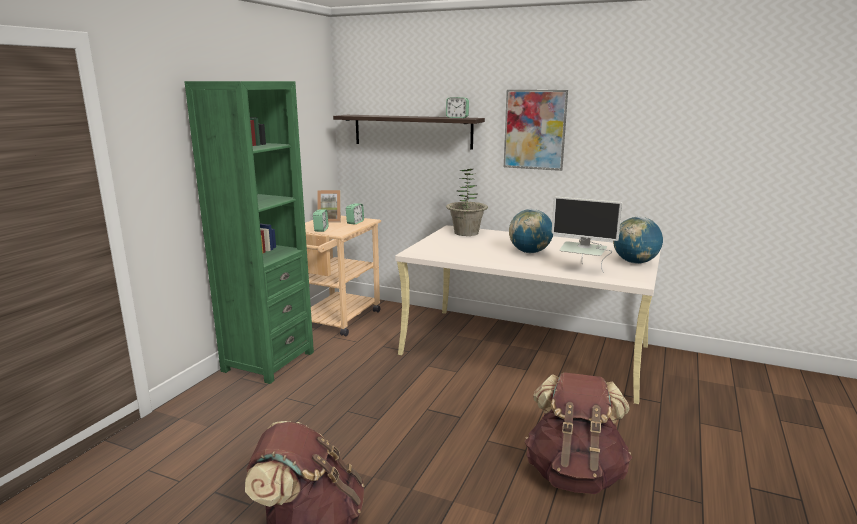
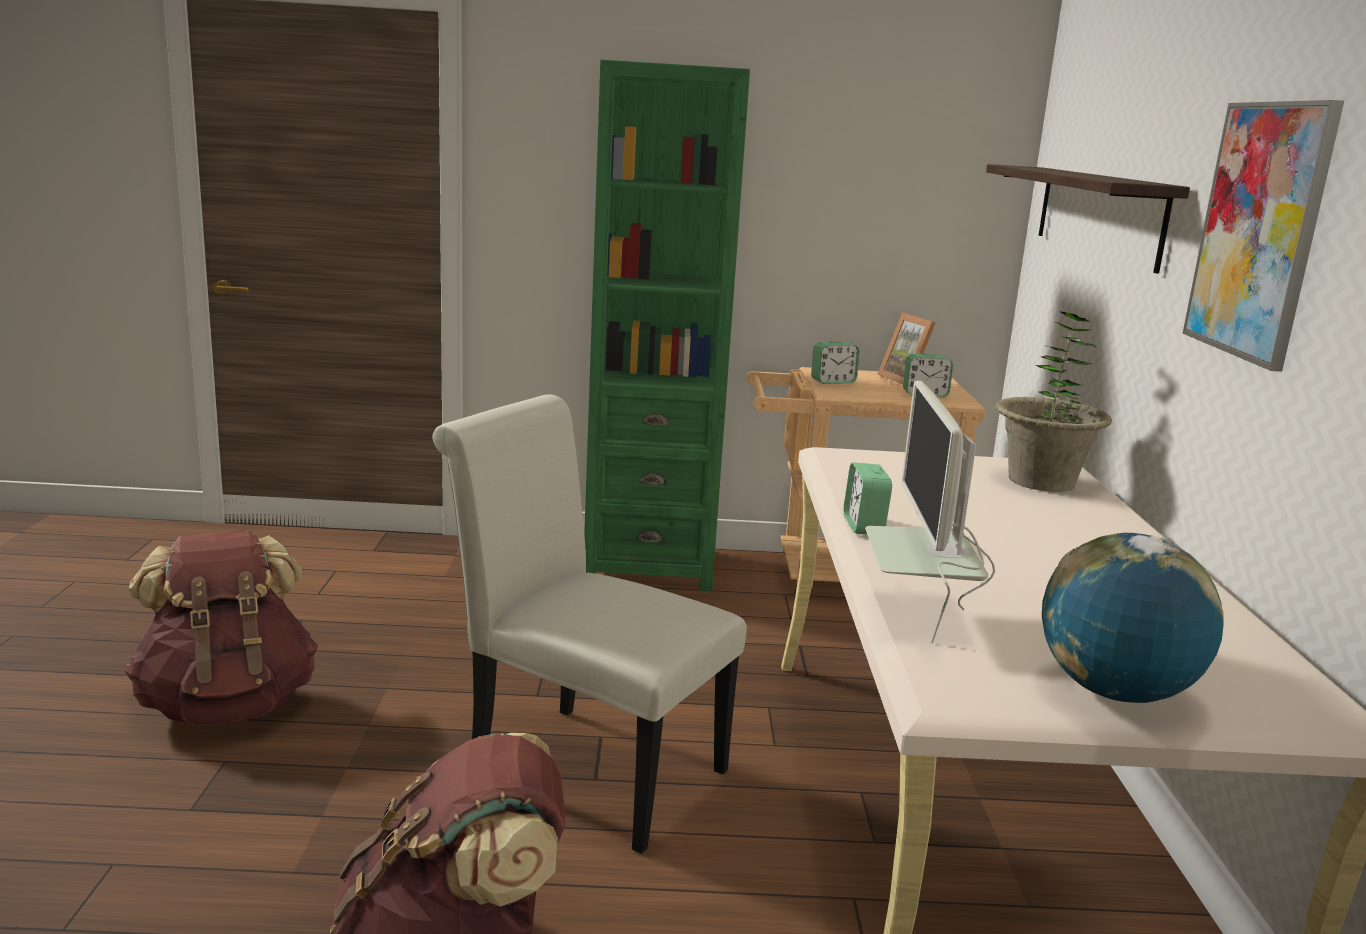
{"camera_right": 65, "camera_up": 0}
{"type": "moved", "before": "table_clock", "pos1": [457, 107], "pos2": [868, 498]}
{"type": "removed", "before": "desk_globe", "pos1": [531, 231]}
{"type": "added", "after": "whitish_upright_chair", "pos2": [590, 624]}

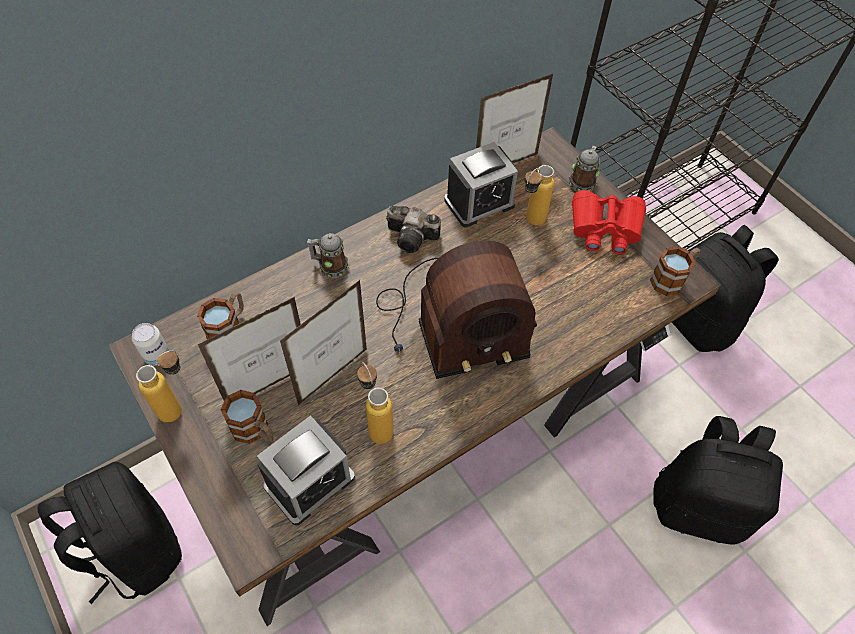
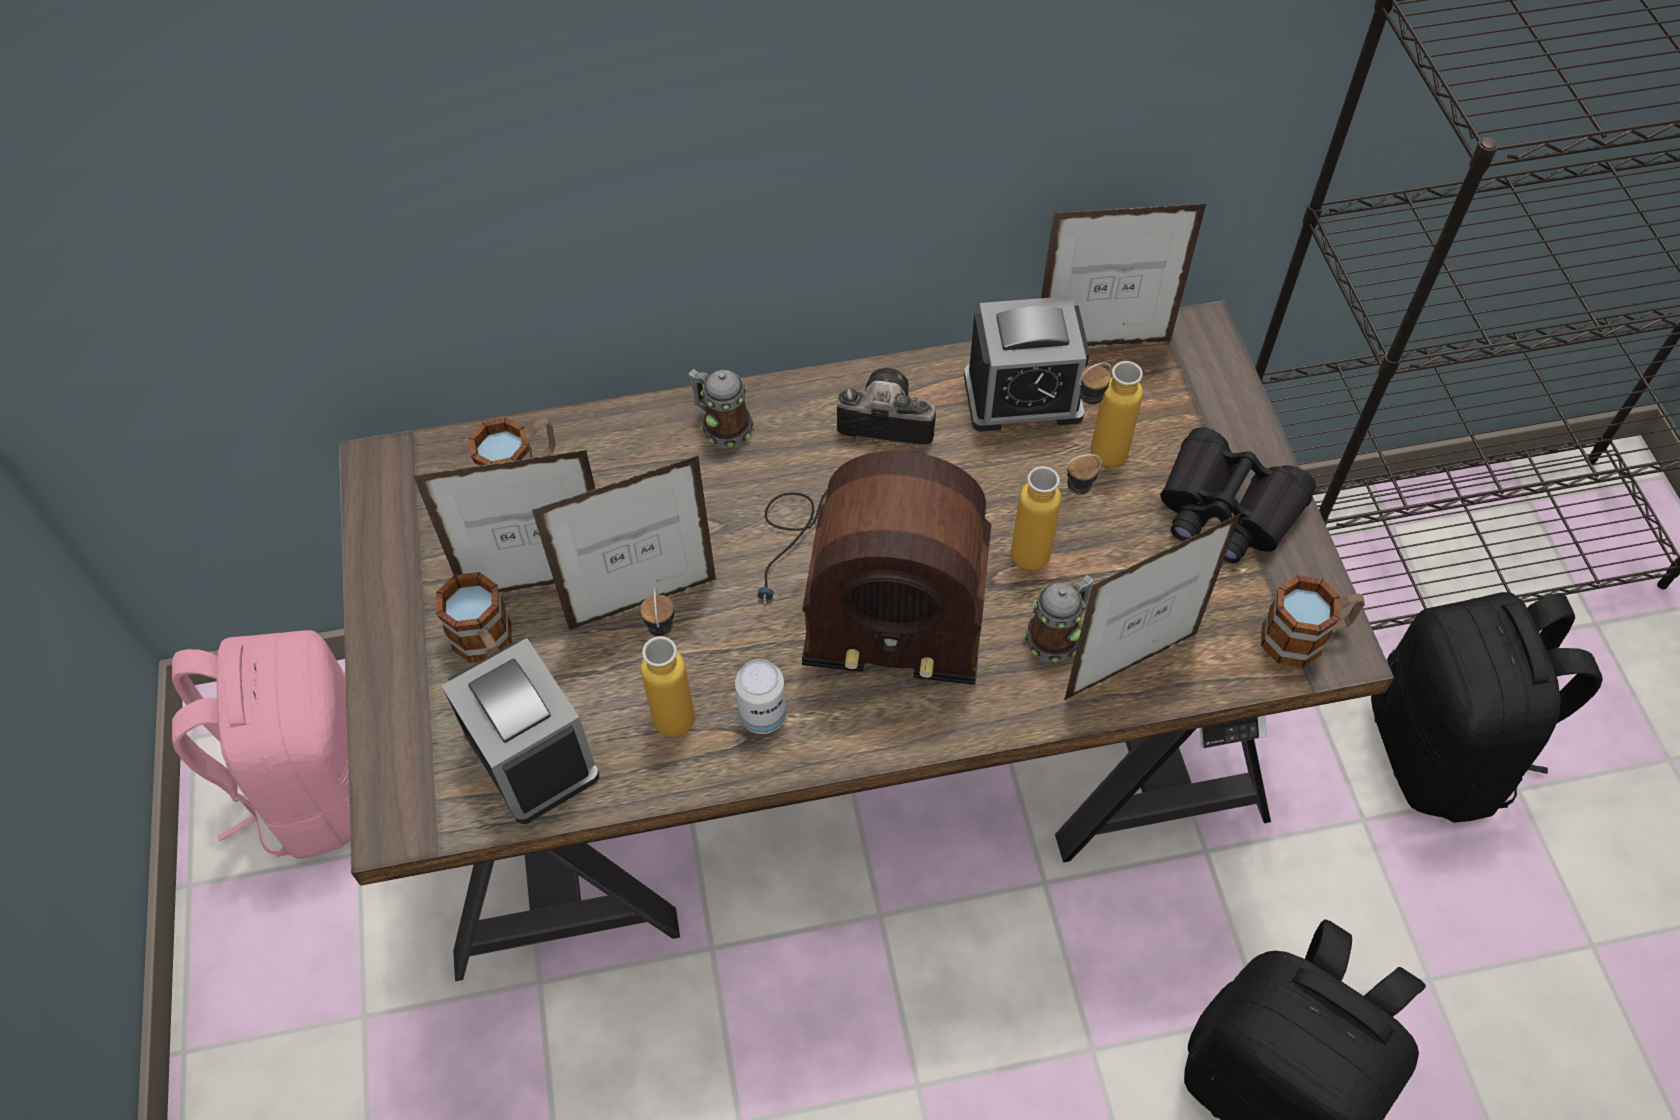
{"camera_right": 25, "camera_up": 0}
{"type": "moved", "before": "mug", "pos1": [584, 169], "pos2": [1058, 619]}
{"type": "recoloured", "before": "reddish_binoculars", "after": "black-coloured_binoculars", "pos1": [609, 222], "pos2": [1238, 495]}
{"type": "turned", "before": "still_camera", "pos1": [413, 229], "pos2": [886, 407], "turn": 150}
{"type": "moved", "before": "metal_can", "pos1": [150, 344], "pos2": [761, 696]}
{"type": "moved", "before": "drink_bottle", "pos1": [159, 387], "pos2": [1056, 512]}
{"type": "turned", "before": "table_clock", "pos1": [306, 470], "pos2": [520, 731], "turn": -105}
{"type": "recoloured", "before": "black-coloured_knapsack", "after": "pinkish_knapsack", "pos1": [109, 533], "pos2": [261, 744]}
{"type": "added", "after": "photo_frame", "pos2": [1153, 606]}

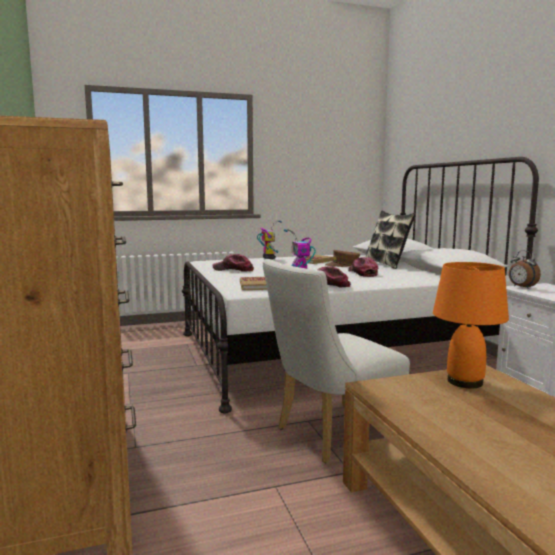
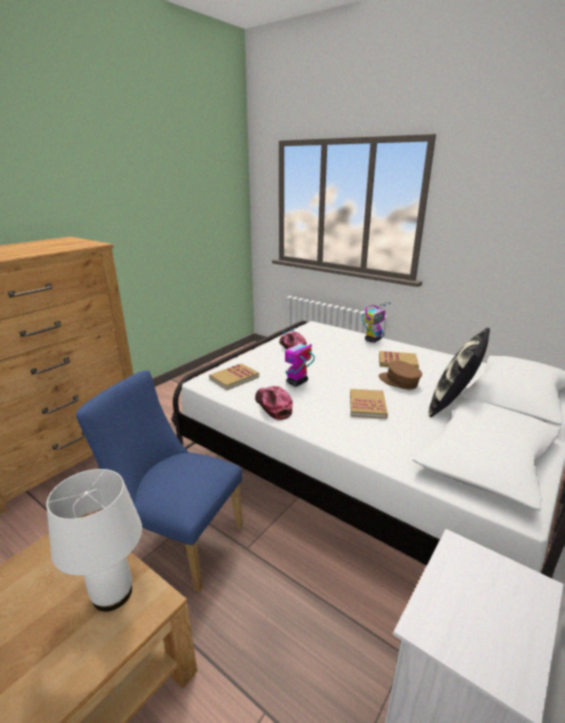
{"camera_right": 55, "camera_up": 15}
{"type": "removed", "before": "table_clock", "pos1": [525, 269]}
{"type": "replaced", "before": "peaked_cap", "after": "bound_book", "pos1": [363, 267], "pos2": [369, 404]}
{"type": "recoloured", "before": "whitish_upright_chair", "after": "blue_upright_chair", "pos1": [336, 361], "pos2": [159, 481]}
{"type": "recoloured", "before": "orange-coloured_lamp_for_a_table", "after": "whitish_lamp_for_a_table", "pos1": [471, 325], "pos2": [94, 540]}

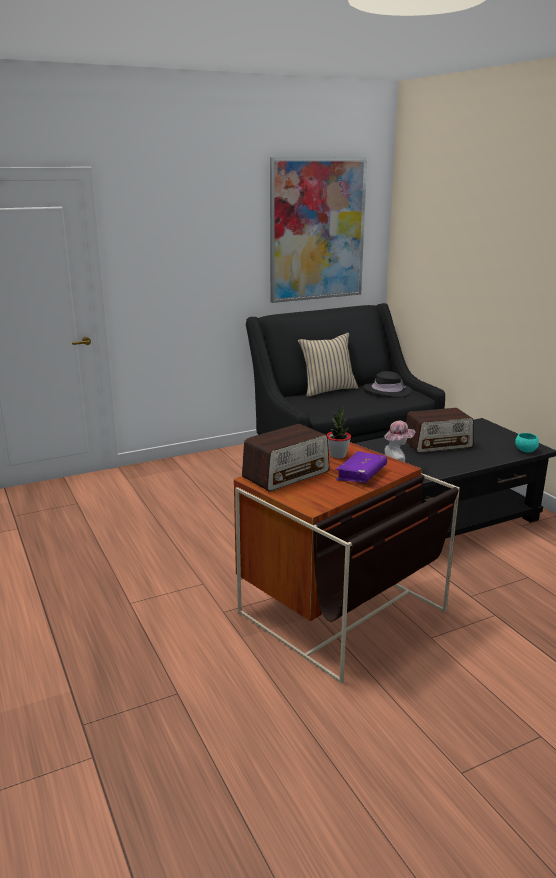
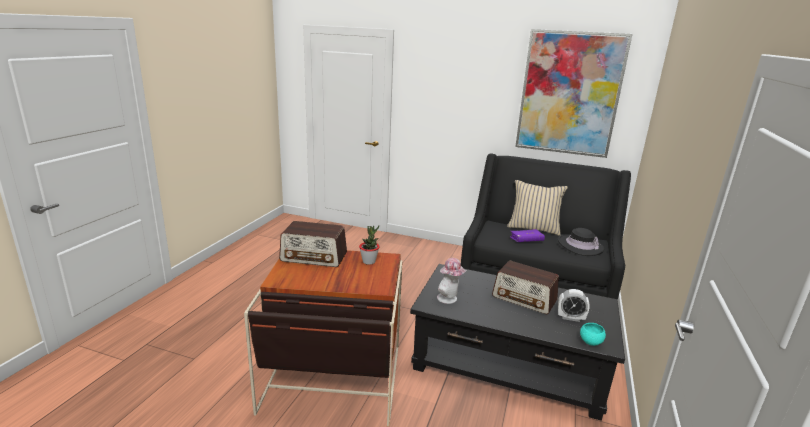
{"camera_right": 45, "camera_up": 0}
{"type": "moved", "before": "purplish_bound_book", "pos1": [361, 467], "pos2": [527, 235]}
{"type": "added", "after": "table_clock", "pos2": [574, 305]}

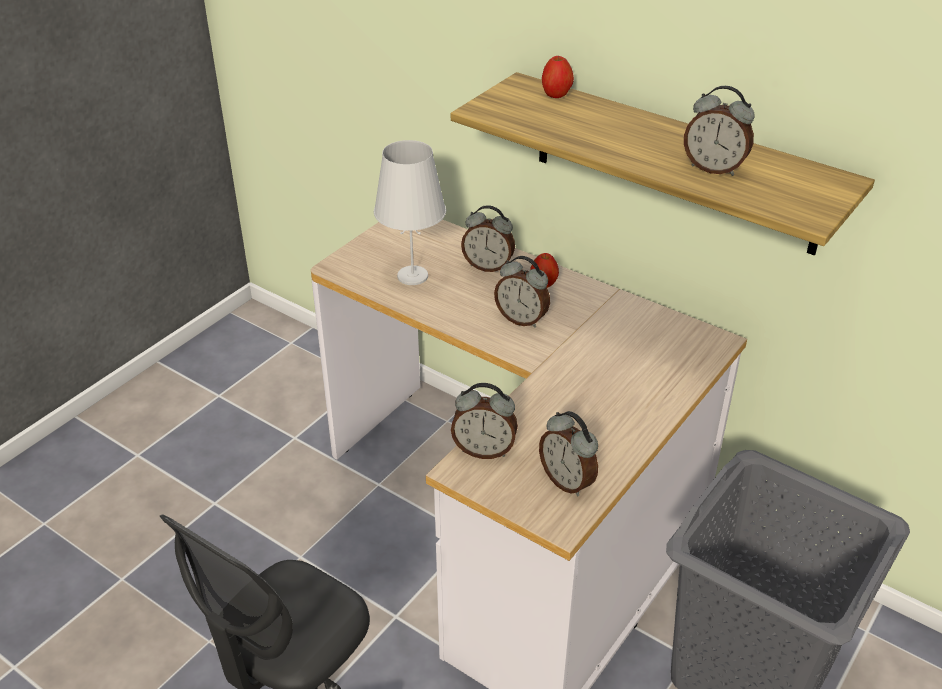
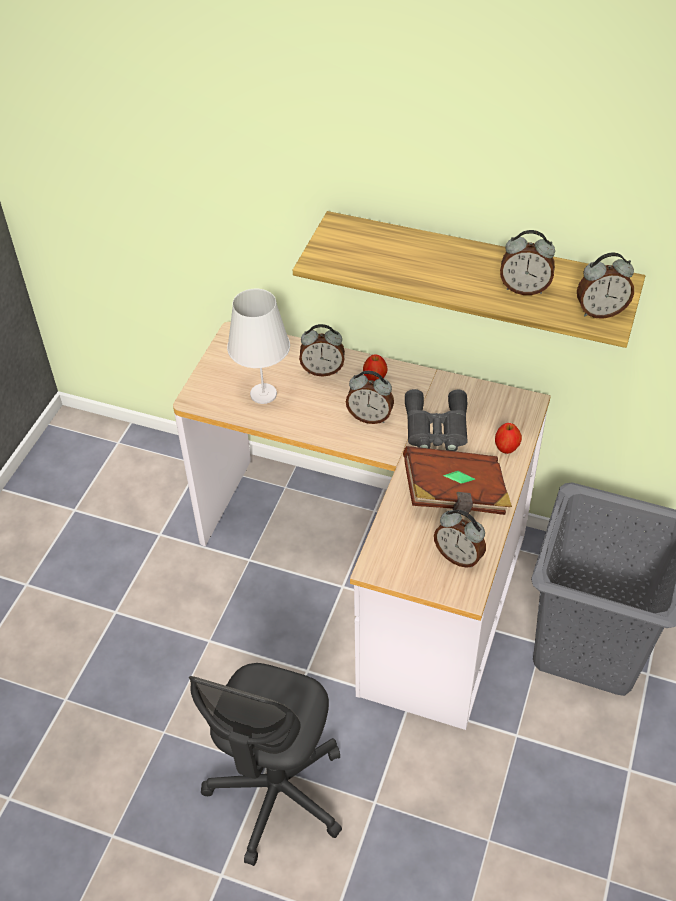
{"camera_right": -15, "camera_up": 10}
{"type": "moved", "before": "apple_fruit", "pos1": [558, 76], "pos2": [508, 438]}
{"type": "moved", "before": "table_clock", "pos1": [484, 421], "pos2": [605, 286]}
{"type": "added", "after": "greyish_binoculars", "pos2": [436, 420]}
{"type": "added", "after": "brown_bound_book", "pos2": [457, 480]}

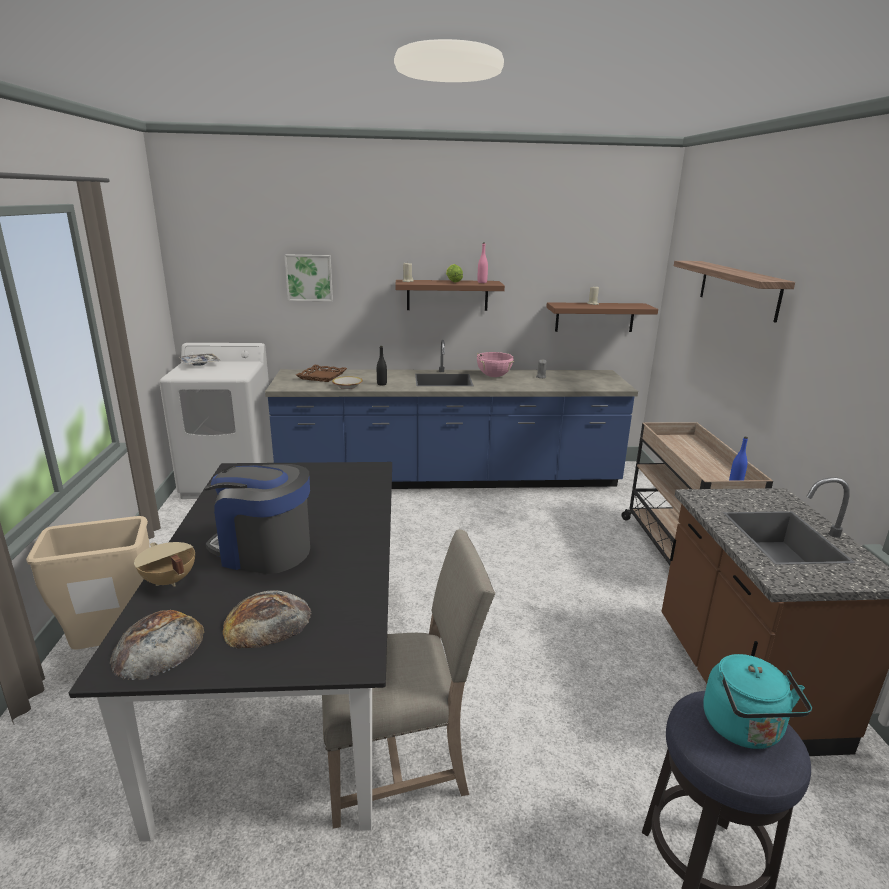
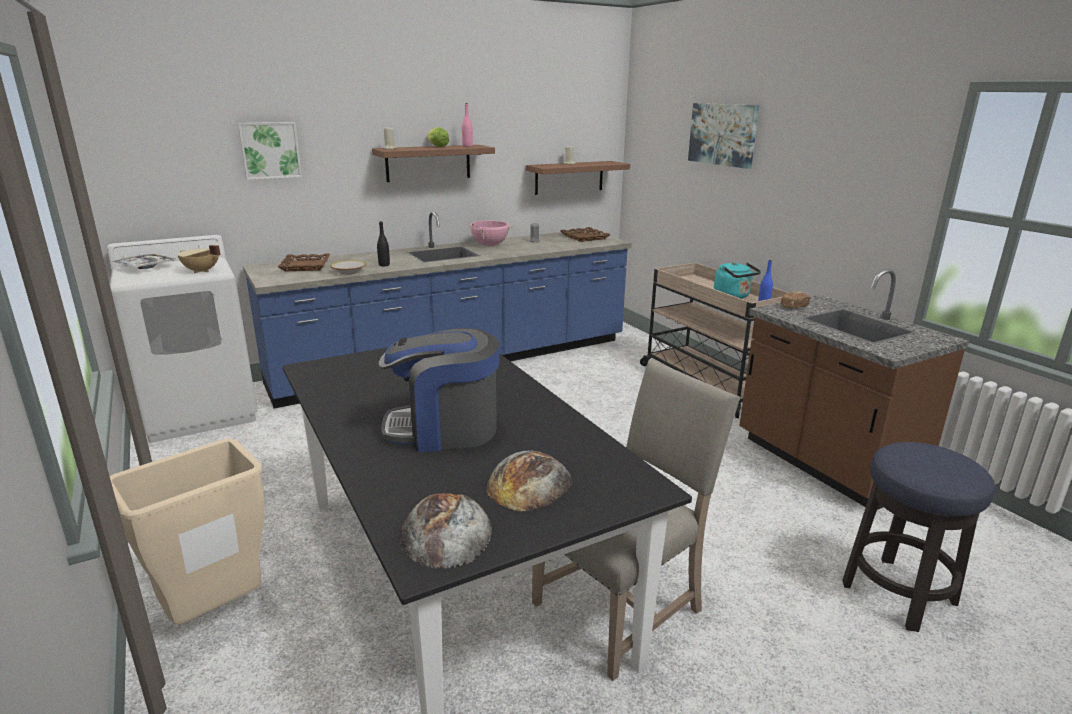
{"camera_right": -25, "camera_up": 0}
{"type": "replaced", "before": "shelf", "after": "picture", "pos1": [734, 292], "pos2": [723, 136]}
{"type": "moved", "before": "sand-coloured_cooking_pot", "pos1": [164, 564], "pos2": [199, 259]}
{"type": "moved", "before": "turquoise_kettle", "pos1": [757, 701], "pos2": [737, 280]}
{"type": "added", "after": "brown_tray", "pos2": [585, 234]}
{"type": "added", "after": "bread", "pos2": [795, 299]}

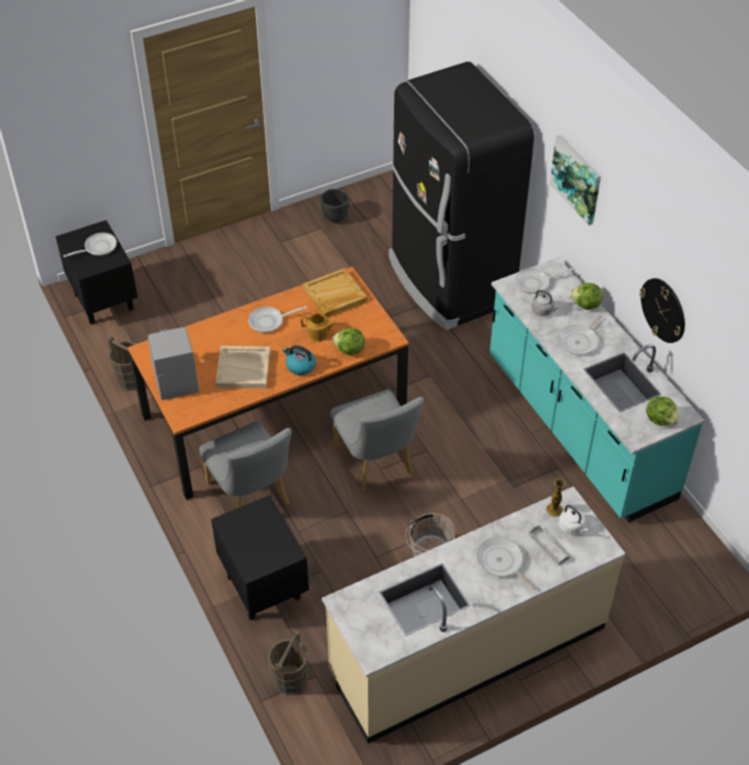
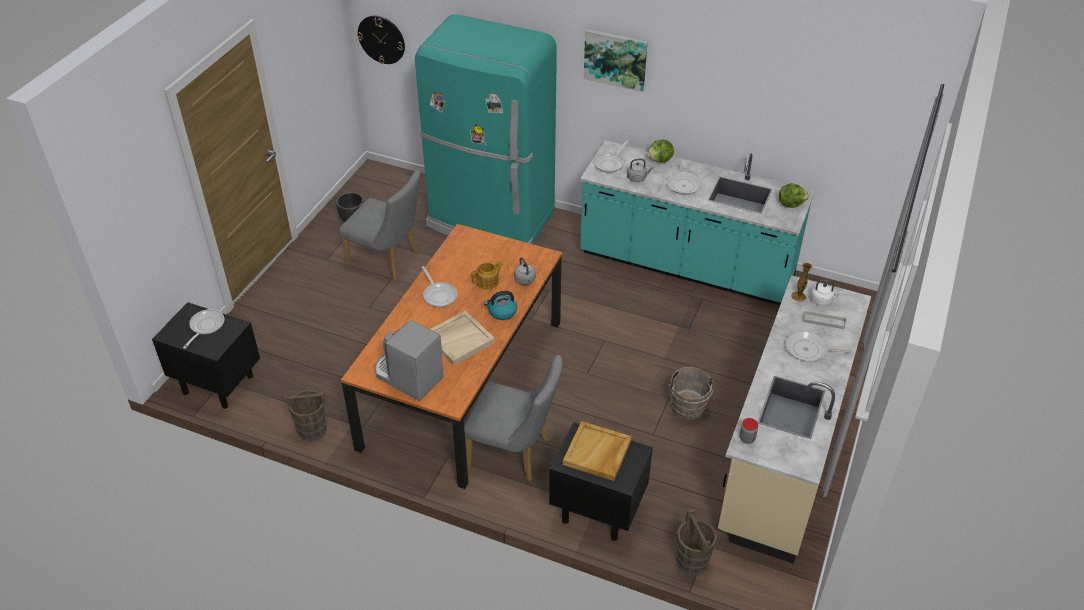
{"camera_right": -40, "camera_up": -5}
{"type": "recoloured", "before": "black-coloured_kitchen_fridge", "after": "turquoise_kitchen_fridge", "pos1": [461, 196], "pos2": [486, 129]}
{"type": "moved", "before": "sand-coloured_tray", "pos1": [335, 292], "pos2": [597, 451]}
{"type": "moved", "before": "hanging_clock", "pos1": [662, 310], "pos2": [381, 40]}
{"type": "turned", "before": "skillet", "pos1": [277, 319], "pos2": [440, 286], "turn": -60}
{"type": "replaced", "before": "lettuce_head", "after": "greyish_kettle", "pos1": [348, 341], "pos2": [525, 271]}
{"type": "moved", "before": "greyish_upright_chair", "pos1": [377, 440], "pos2": [379, 225]}
{"type": "added", "after": "jar", "pos2": [749, 431]}

